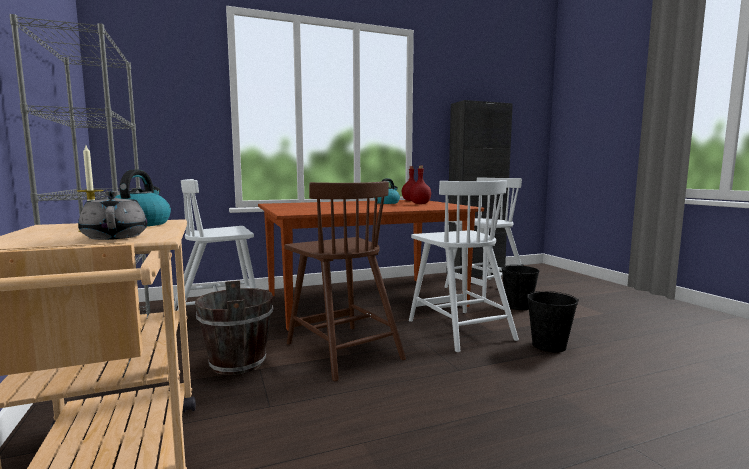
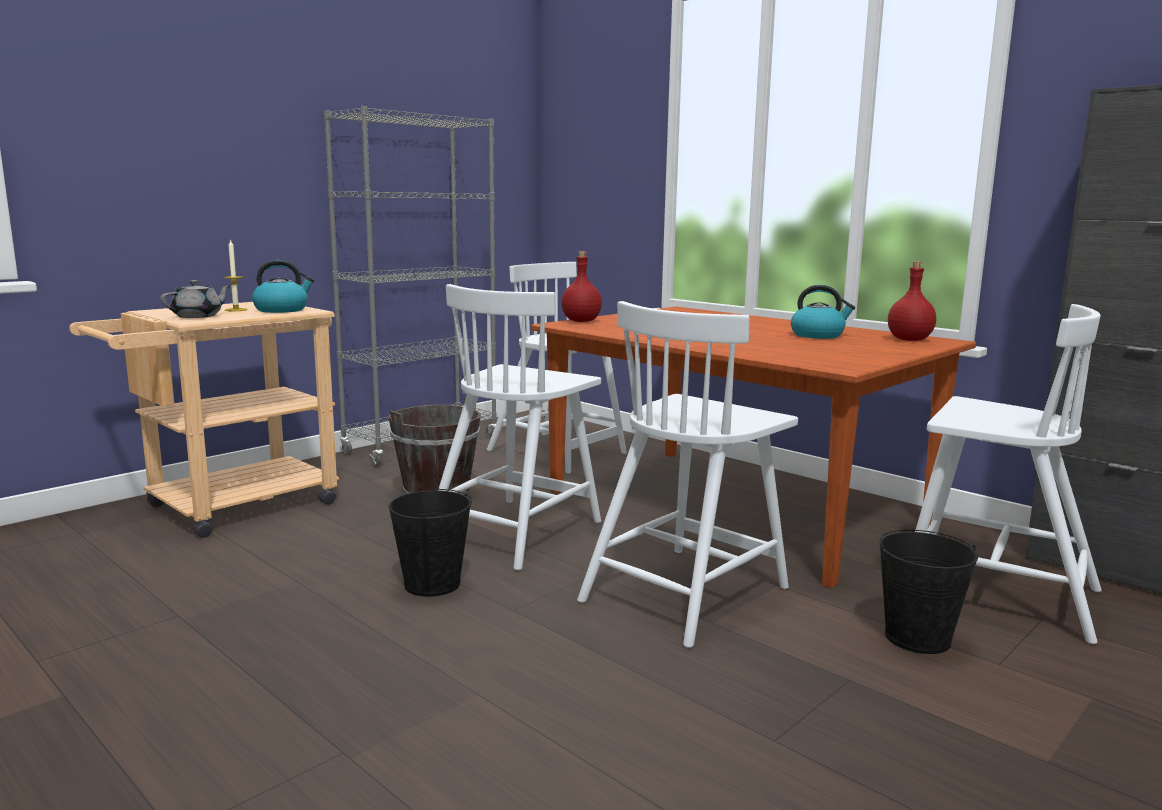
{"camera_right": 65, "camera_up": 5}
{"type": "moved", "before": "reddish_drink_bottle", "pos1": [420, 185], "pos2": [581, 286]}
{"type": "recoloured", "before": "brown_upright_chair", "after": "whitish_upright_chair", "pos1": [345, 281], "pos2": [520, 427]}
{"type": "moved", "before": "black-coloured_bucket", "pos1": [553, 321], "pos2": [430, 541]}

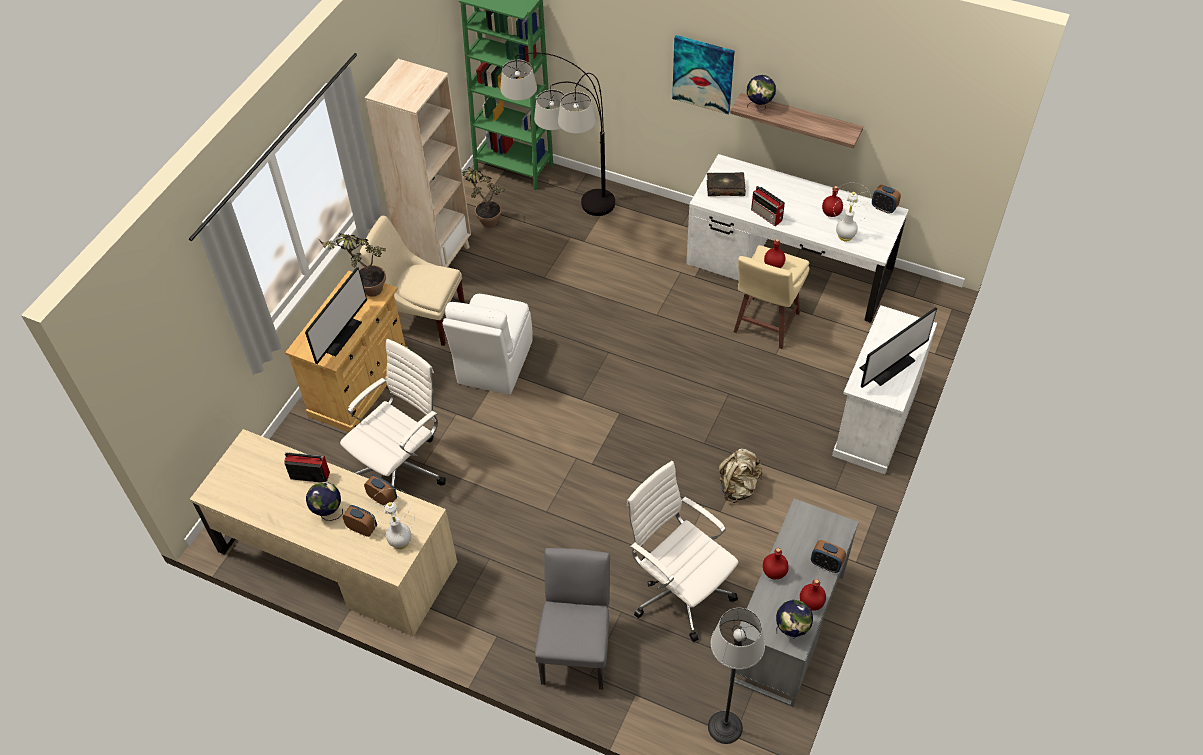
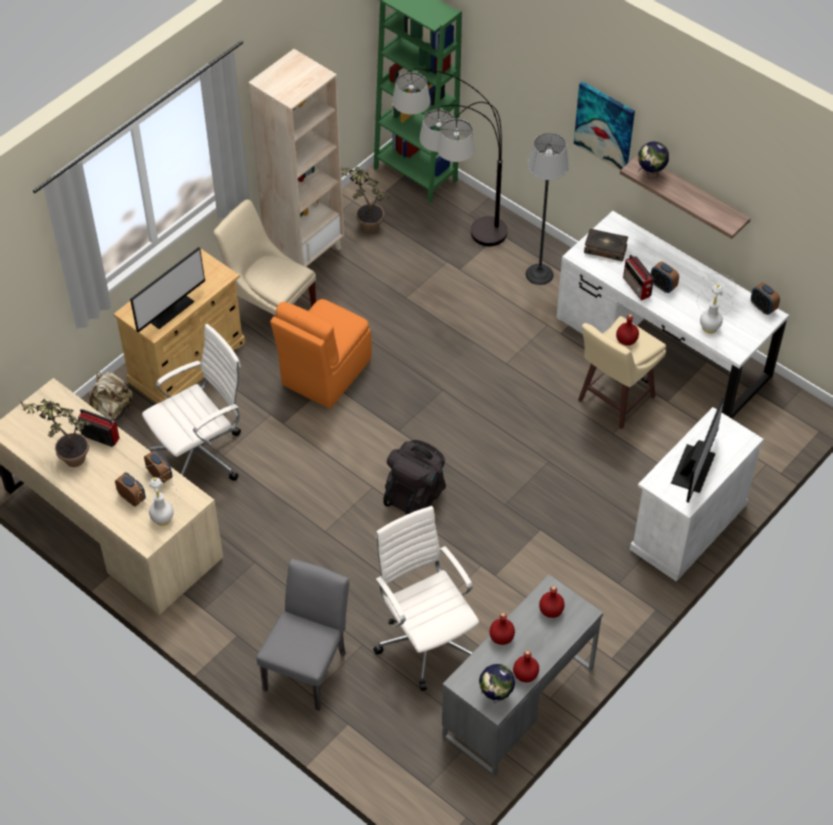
{"camera_right": 15, "camera_up": 0}
{"type": "moved", "before": "reddish_drink_bottle", "pos1": [832, 201], "pos2": [552, 602]}
{"type": "moved", "before": "houseplant", "pos1": [352, 265], "pos2": [55, 433]}
{"type": "recoloured", "before": "whitish_upright_chair", "after": "orange-coloured_upright_chair", "pos1": [488, 344], "pos2": [321, 353]}
{"type": "turned", "before": "computer_display", "pos1": [898, 347], "pos2": [697, 450], "turn": -45}
{"type": "moved", "before": "sand-coloured_knapsack", "pos1": [740, 476], "pos2": [111, 396]}
{"type": "removed", "before": "desk_globe", "pos1": [324, 501]}
{"type": "moved", "before": "table_clock", "pos1": [828, 556], "pos2": [665, 277]}
{"type": "moved", "before": "standing_lamp", "pos1": [736, 676], "pos2": [547, 209]}
{"type": "added", "after": "black-coloured_knapsack", "pos2": [414, 477]}

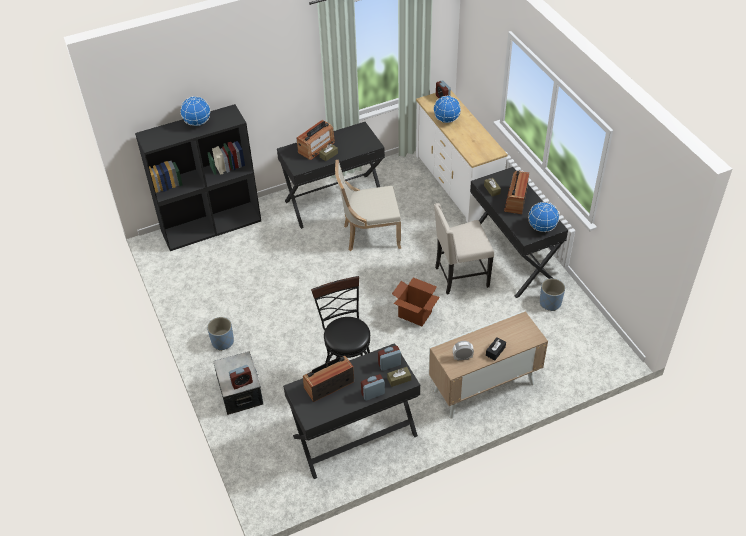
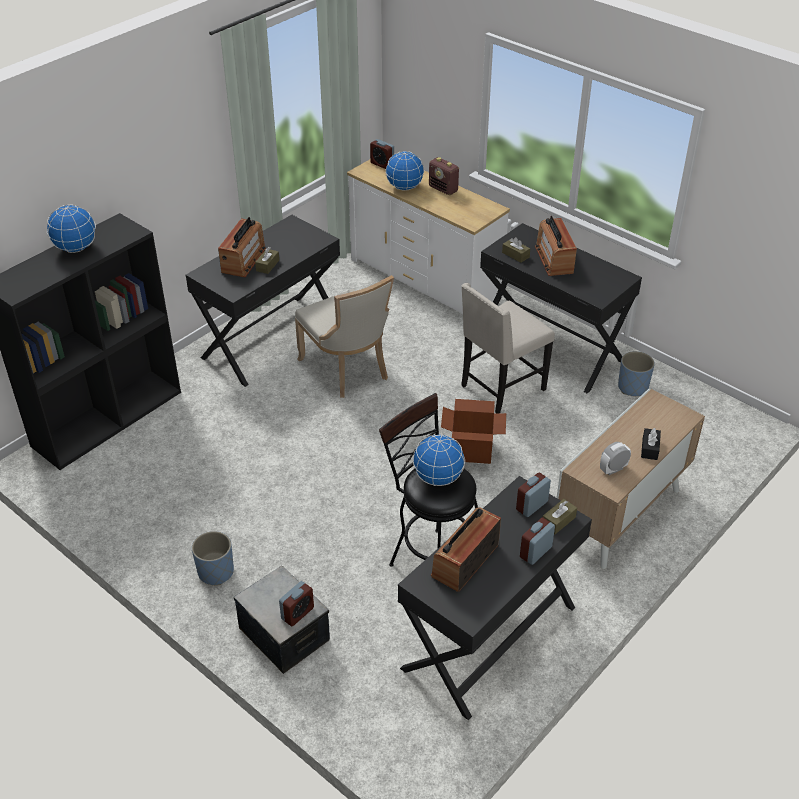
{"camera_right": -25, "camera_up": -5}
{"type": "turned", "before": "sand-coloured_upright_chair", "pos1": [368, 205], "pos2": [344, 336], "turn": -90}
{"type": "moved", "before": "desk_globe", "pos1": [543, 217], "pos2": [439, 460]}
{"type": "added", "after": "radio_receiver", "pos2": [444, 176]}

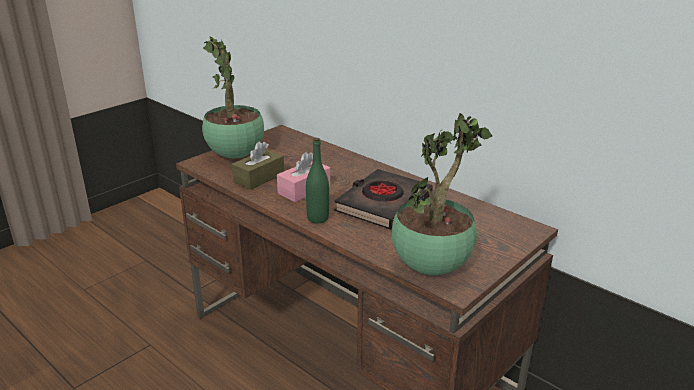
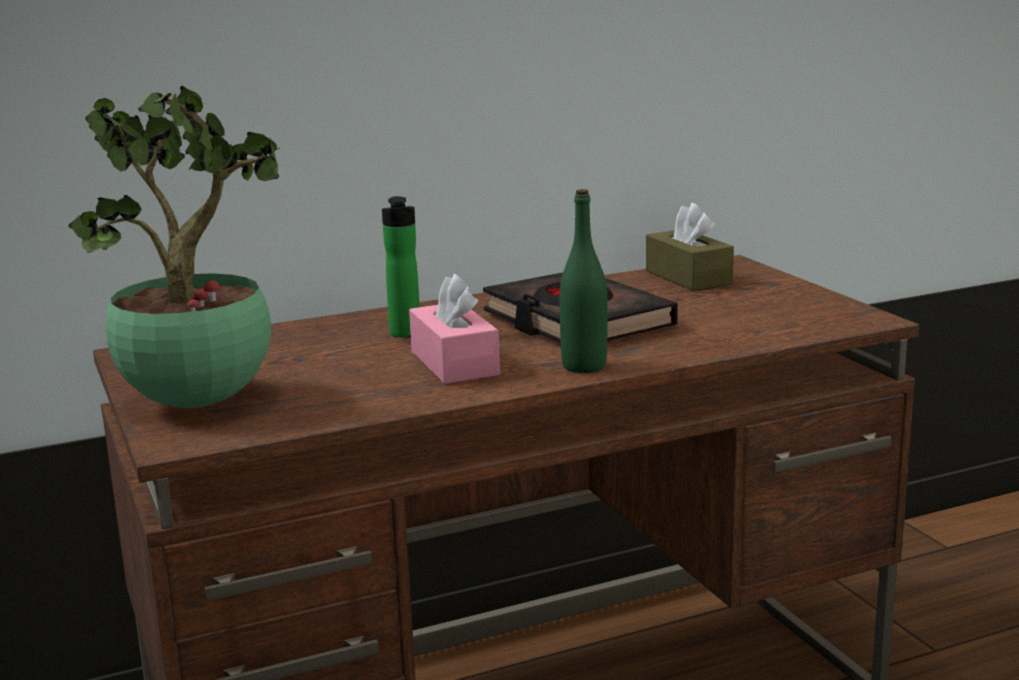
{"camera_right": -65, "camera_up": -10}
{"type": "removed", "before": "houseplant", "pos1": [442, 194]}
{"type": "moved", "before": "brown_tissue_holder", "pos1": [258, 165], "pos2": [690, 247]}
{"type": "added", "after": "drink_bottle", "pos2": [401, 266]}

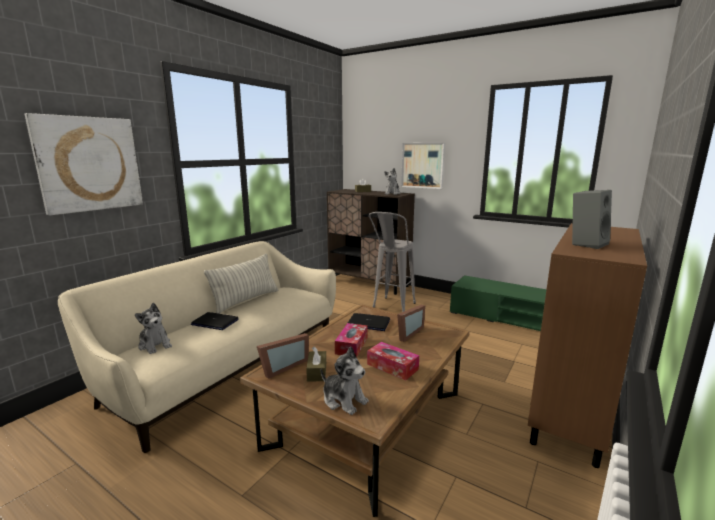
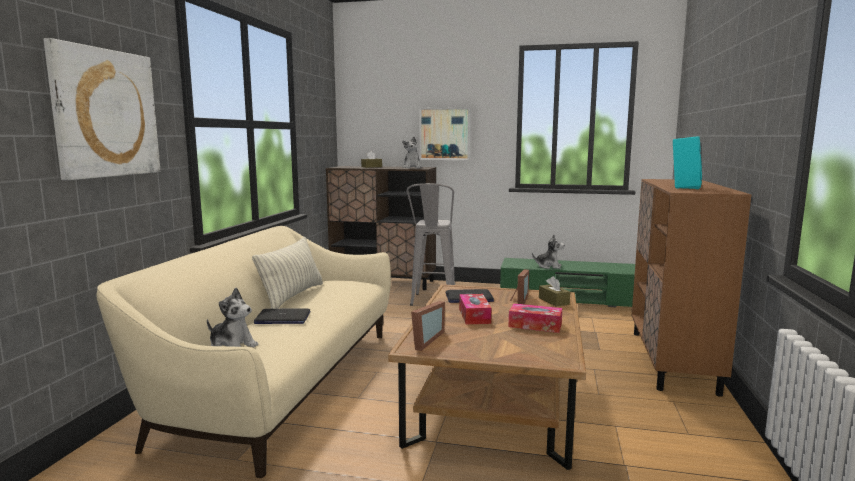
{"camera_right": -20, "camera_up": -5}
{"type": "recoloured", "before": "greyish_audio_speaker", "after": "turquoise_audio_speaker", "pos1": [592, 219], "pos2": [687, 162]}
{"type": "moved", "before": "brown_tissue_holder", "pos1": [316, 364], "pos2": [554, 291]}
{"type": "moved", "before": "soft_toy", "pos1": [345, 380], "pos2": [548, 251]}

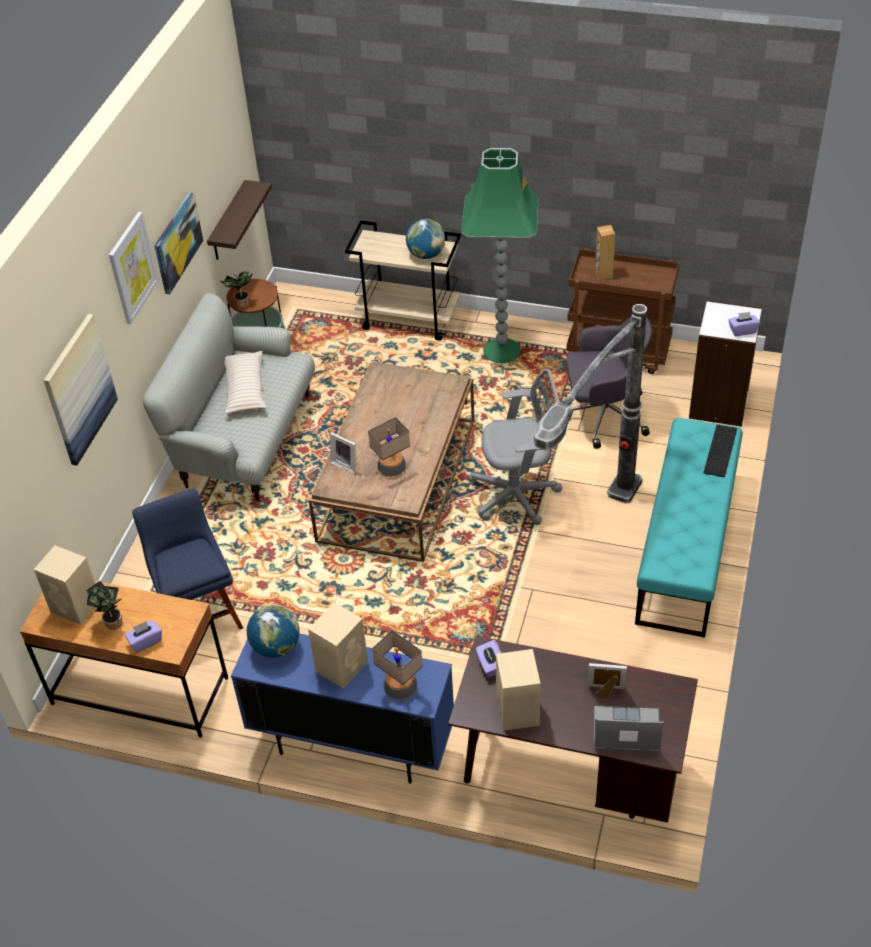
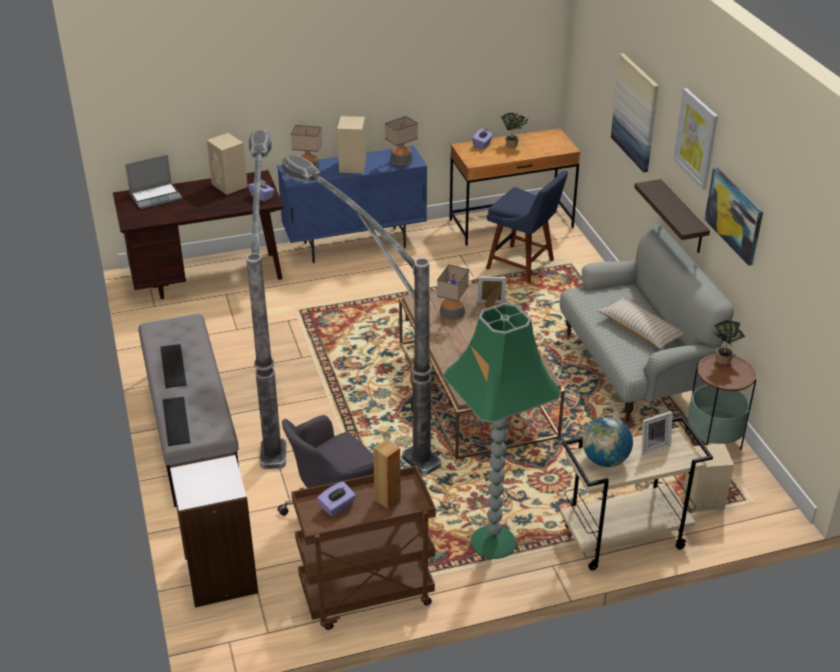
{"camera_right": 145, "camera_up": -10}
{"type": "moved", "before": "shelf", "pos1": [239, 220], "pos2": [672, 216]}
{"type": "moved", "before": "purplish_tissue_holder", "pos1": [744, 324], "pos2": [337, 499]}
{"type": "replaced", "before": "greyish_desk_chair", "after": "standing_lamp", "pos1": [514, 447], "pos2": [361, 315]}
{"type": "recoloured", "before": "turquoise_bench", "after": "greyish_bench", "pos1": [689, 528], "pos2": [188, 410]}
{"type": "moved", "before": "sand-coloured_audio_speaker", "pos1": [65, 585], "pos2": [708, 478]}
{"type": "replaced", "before": "desk_globe", "after": "lamp_for_a_table", "pos1": [273, 631], "pos2": [401, 140]}
{"type": "moved", "before": "photo_frame", "pos1": [607, 681], "pos2": [657, 433]}
{"type": "added", "after": "computer_keyboard", "pos2": [173, 366]}

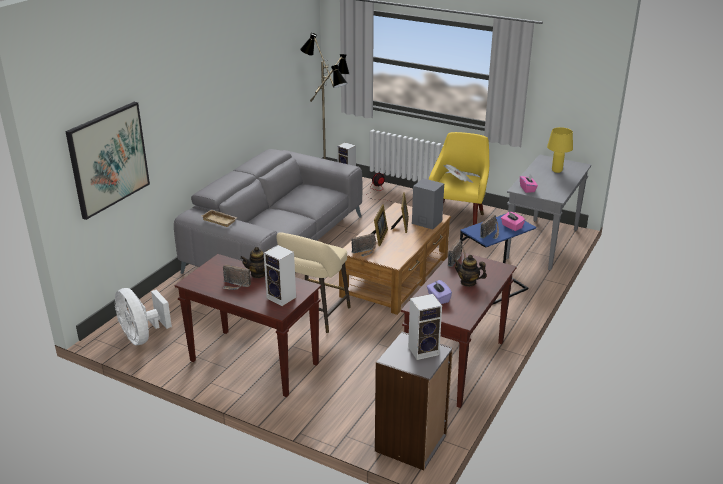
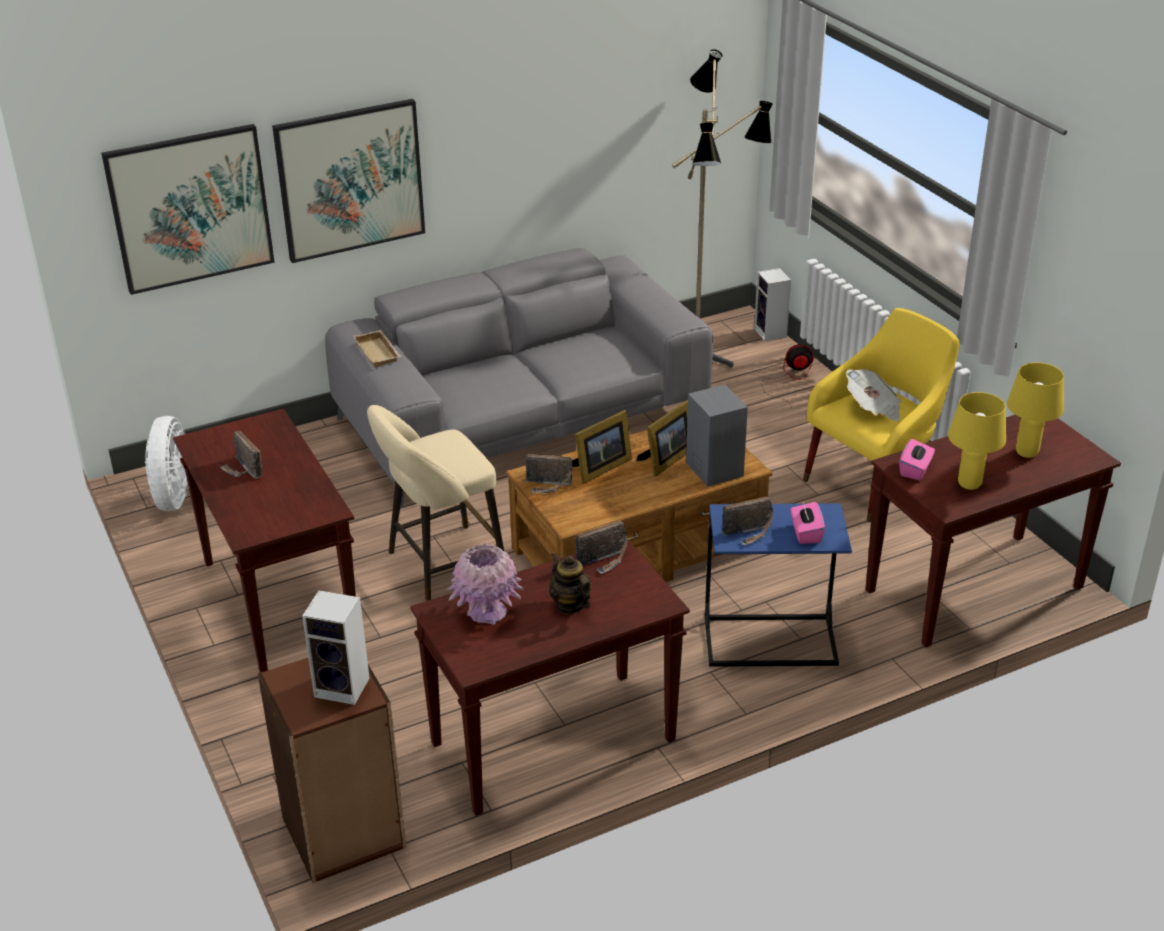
{"camera_right": 35, "camera_up": 5}
{"type": "recoloured", "before": "greyish_console_table", "after": "brown_console_table", "pos1": [548, 212], "pos2": [993, 531]}
{"type": "removed", "before": "audio_speaker", "pos1": [280, 275]}
{"type": "removed", "before": "pot_for_tea", "pos1": [255, 262]}
{"type": "replaced", "before": "purplish_tissue_holder", "after": "pinkish_vase", "pos1": [439, 292], "pos2": [485, 584]}
{"type": "recoloured", "before": "greyish_bookshelf", "after": "brown_bookshelf", "pos1": [414, 401], "pos2": [332, 770]}
{"type": "added", "after": "picture", "pos2": [348, 181]}
{"type": "added", "after": "yellow_lamp_for_a_table", "pos2": [977, 441]}

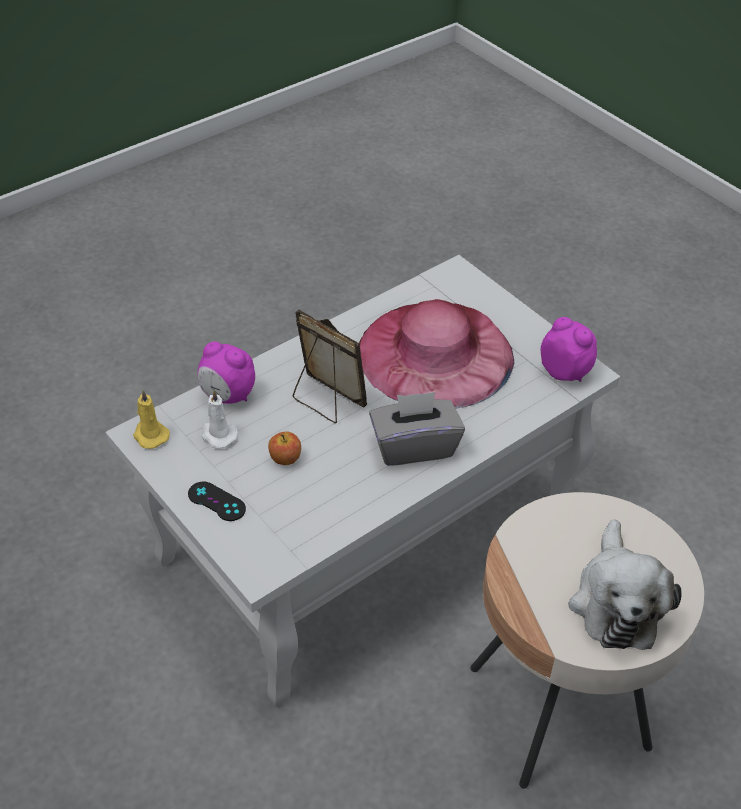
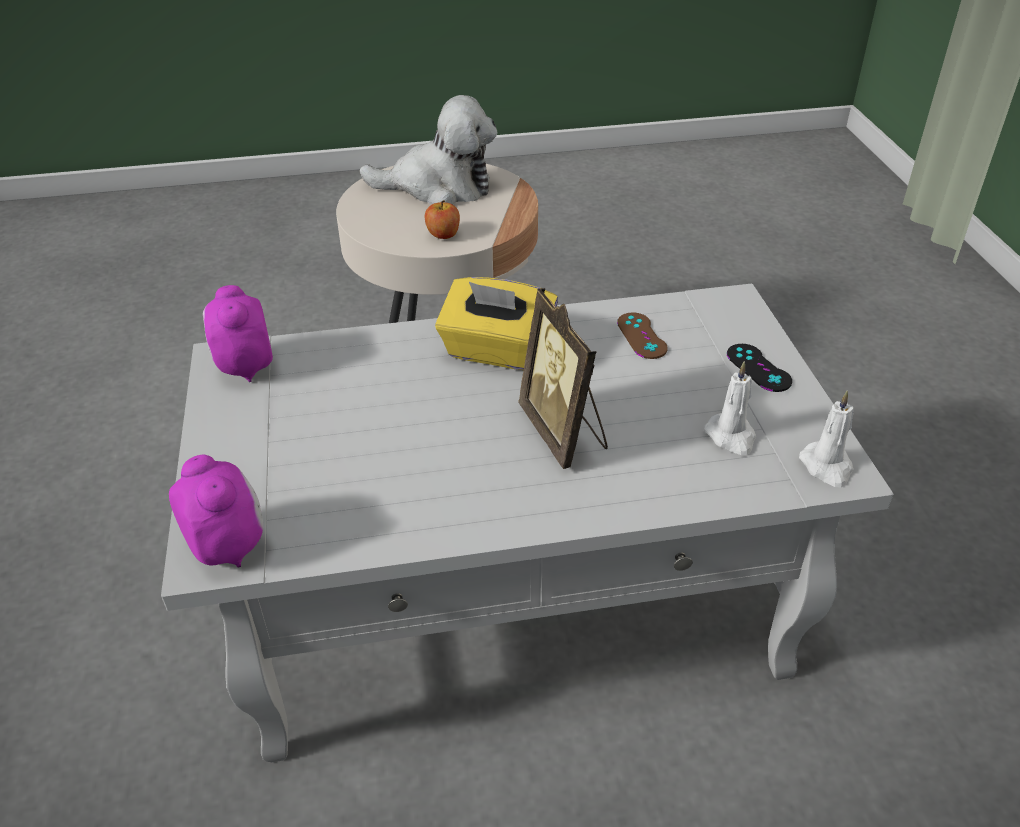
{"camera_right": -150, "camera_up": -5}
{"type": "removed", "before": "pinkish_clothing_hat", "pos1": [436, 354]}
{"type": "moved", "before": "table_clock", "pos1": [226, 373], "pos2": [216, 511]}
{"type": "recoloured", "before": "yellow_wax_candle", "after": "whitish_wax_candle", "pos1": [151, 419], "pos2": [826, 438]}
{"type": "recoloured", "before": "greyish_tissue_holder", "after": "yellow_tissue_holder", "pos1": [417, 429], "pos2": [496, 323]}
{"type": "moved", "before": "apple_fruit", "pos1": [284, 448], "pos2": [442, 219]}
{"type": "turned", "before": "soft_toy", "pos1": [625, 584], "pos2": [428, 149], "turn": 60}
{"type": "added", "after": "brown_joypad", "pos2": [642, 335]}

